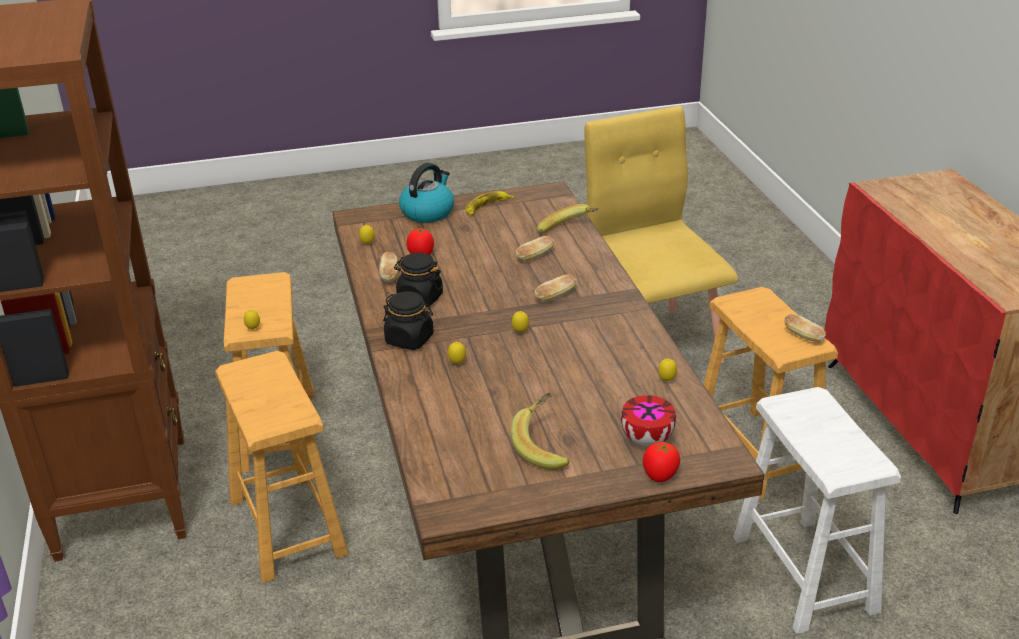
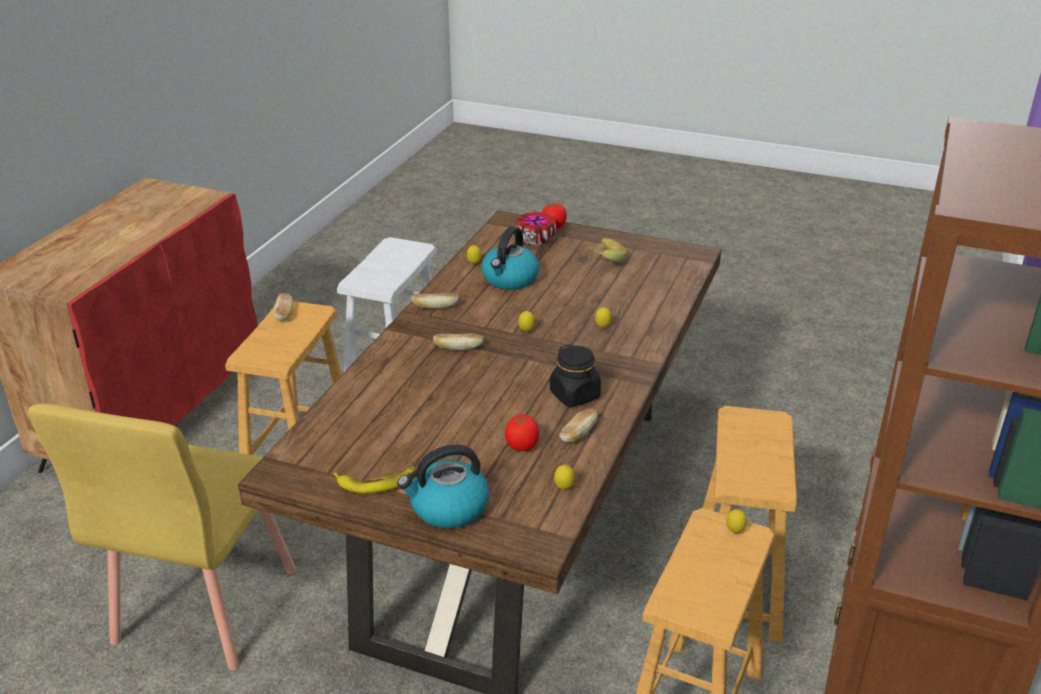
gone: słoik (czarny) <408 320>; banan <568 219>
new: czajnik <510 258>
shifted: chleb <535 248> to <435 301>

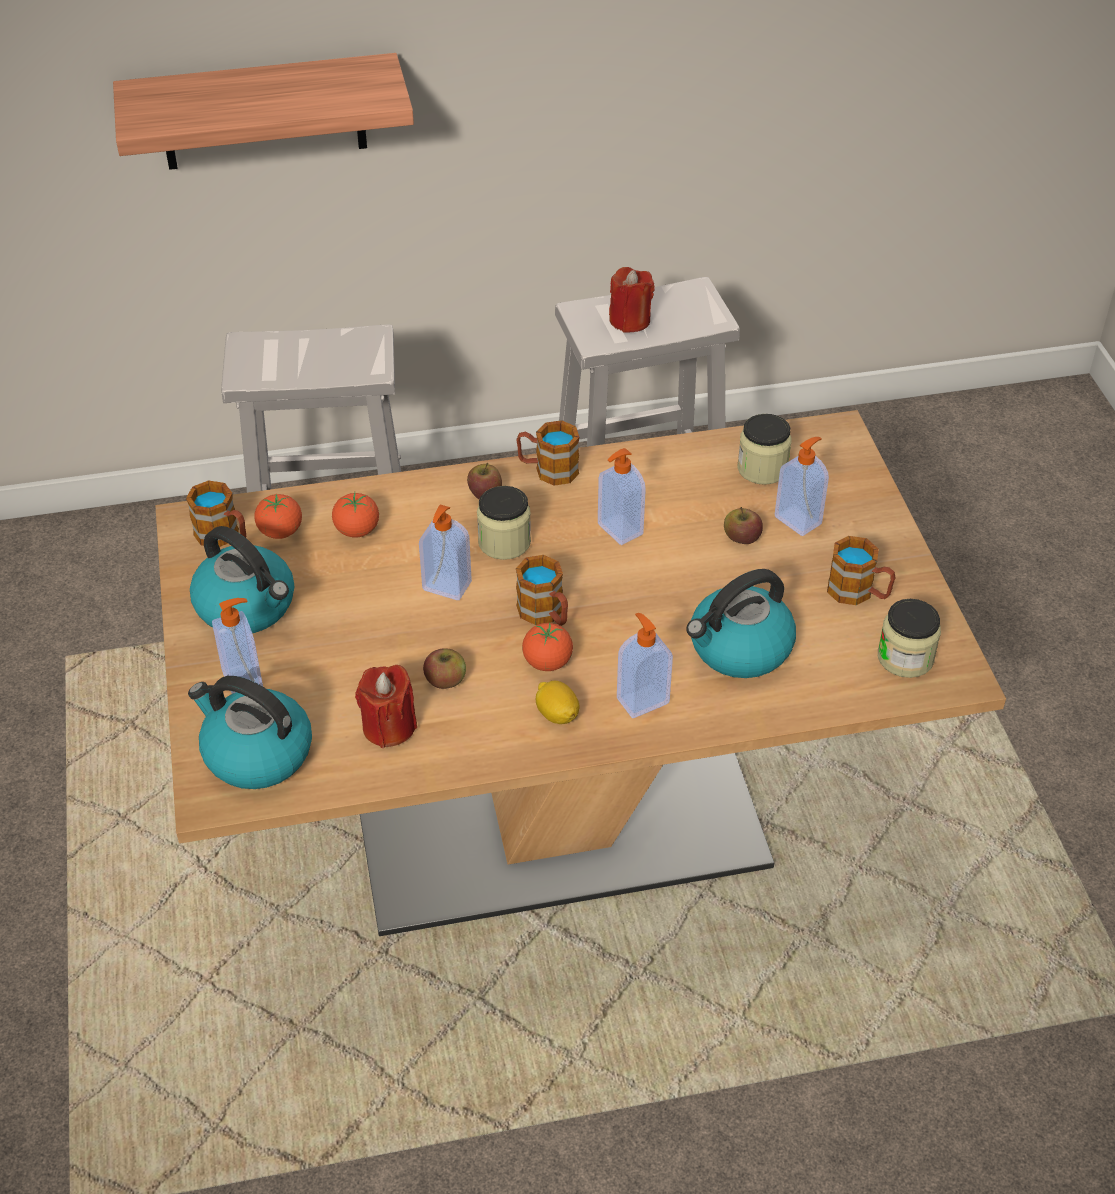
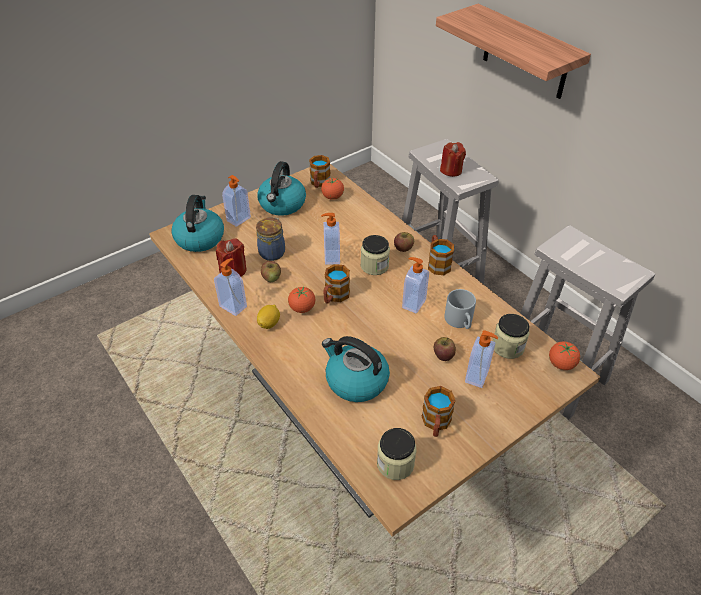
new: słoik <270 239>; kubek (szary) <460 309>
shifted: pomidor <355 515> to <564 356>; świeca (czerwony) <631 300> to <453 159>; dozownik mydła <645 665> to <230 287>

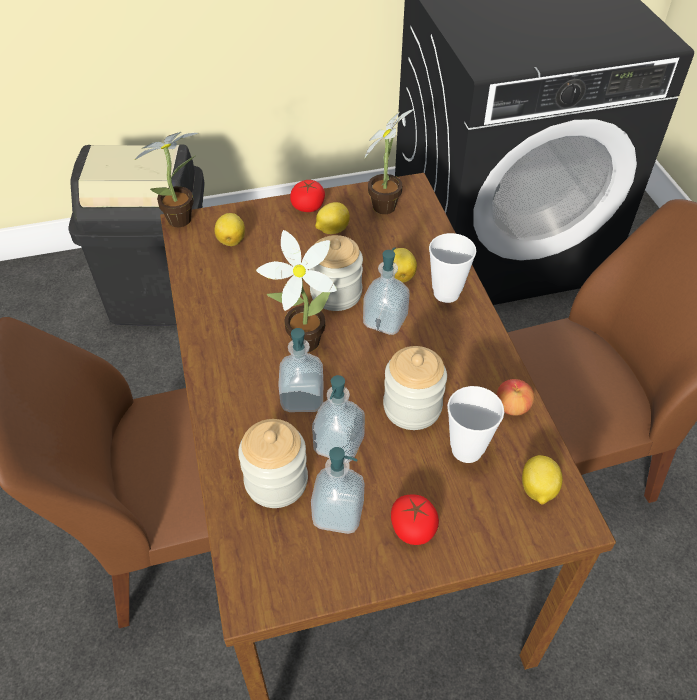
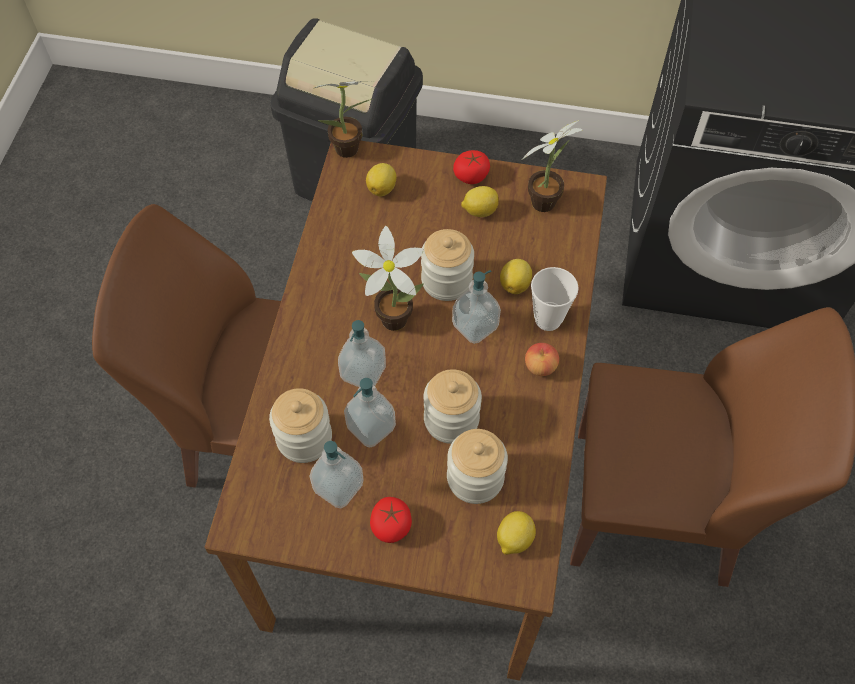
shifted: jabłko <515 397> to <542 359>
swapped: filiżanka <475 424> to słoik <477 466>

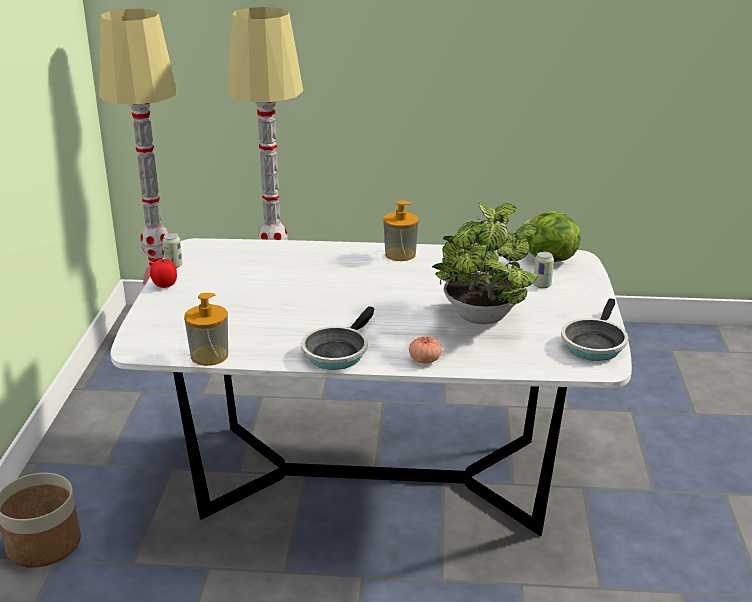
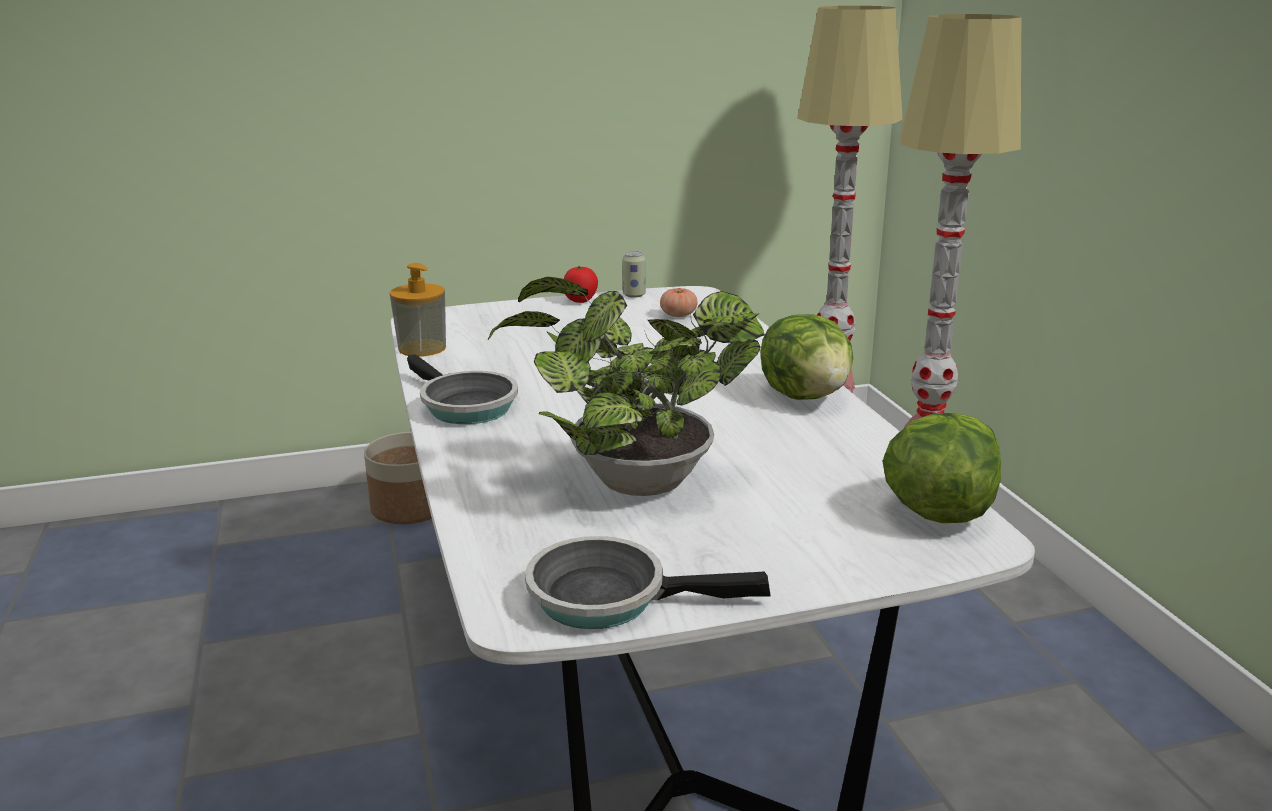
gone: puszka <543 270>
shifted: pomidor <425 350> to <679 302>
swapped: dozownik mydła <401 230> to sałata <806 357>
rotated: patelnia <337 338> = <462 389> 135 degrees counterclockwise

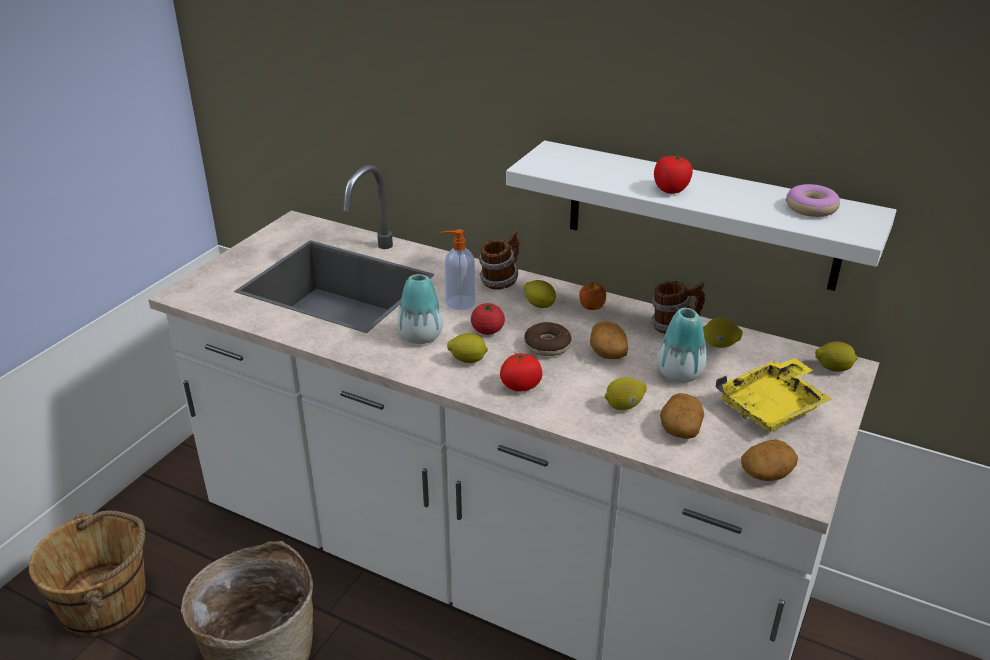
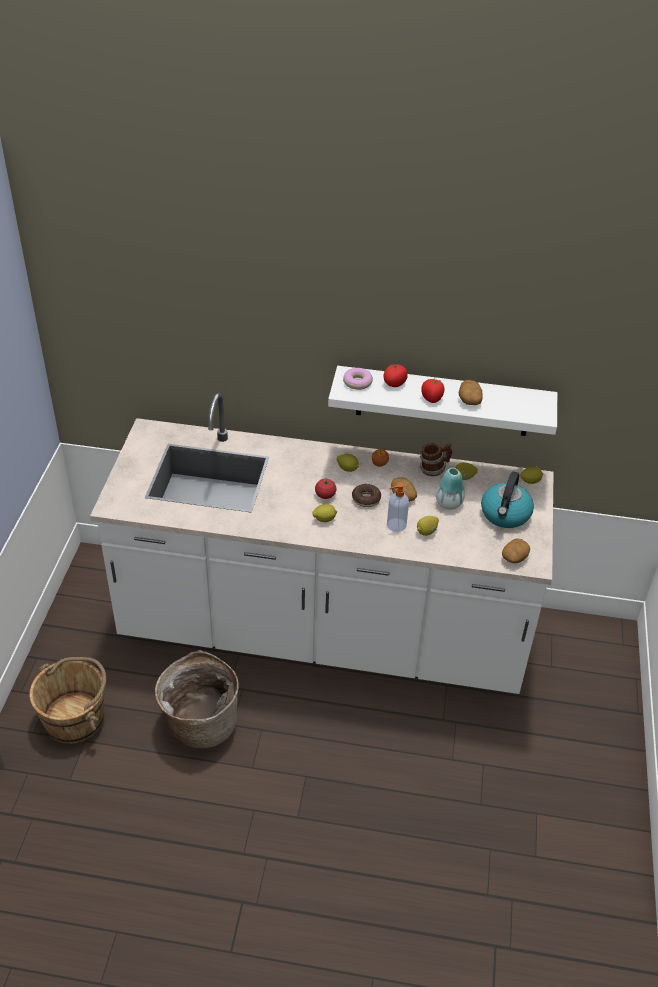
gone: wazon <420 309>; kubek <498 260>
shifted: dozownik mydła <458 269> to <398 507>; pomidor <521 371> to <395 375>; ziemniak <682 416> to <470 392>; donut <813 200> to <358 379>
swapped: taca (żółty) <774 394> to czajnik <507 499>

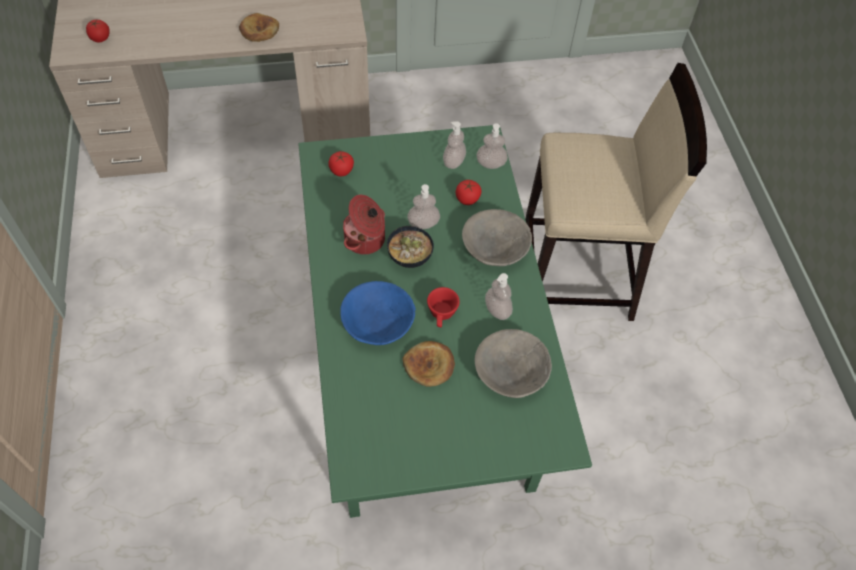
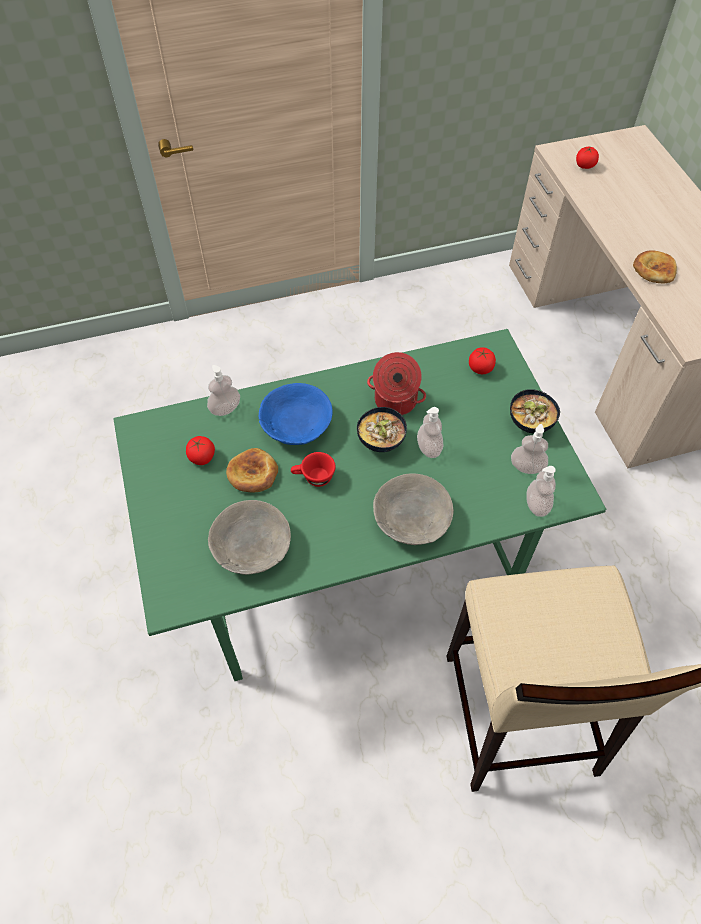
new: miska <535 411>
shifted: pomidor <469 192> to <200 450>; dozownik mydła <499 296> to <223 390>

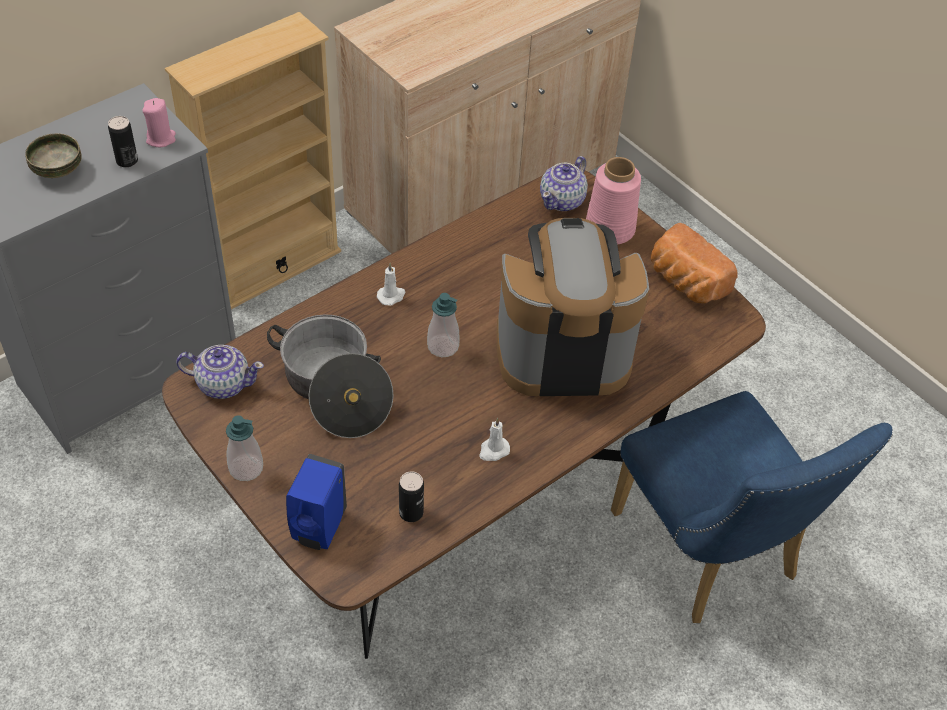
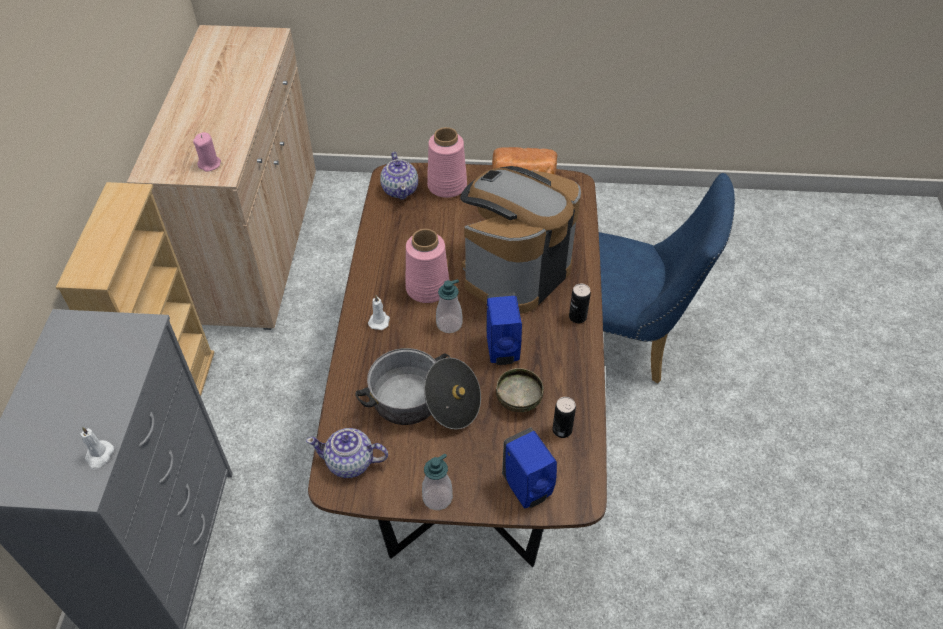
new: wazon (różowy) <427 266>; dozownik mydła (niebieski) <504 329>
shifted: miska <53 155> to <520 390>; puszka <123 141> to <580 303>; świeca (różowy) <159 123> to <207 152>; świeca (biały) <494 439> to <97 448>
rotated: imbryk <220 372> = <347 453> 135 degrees counterclockwise

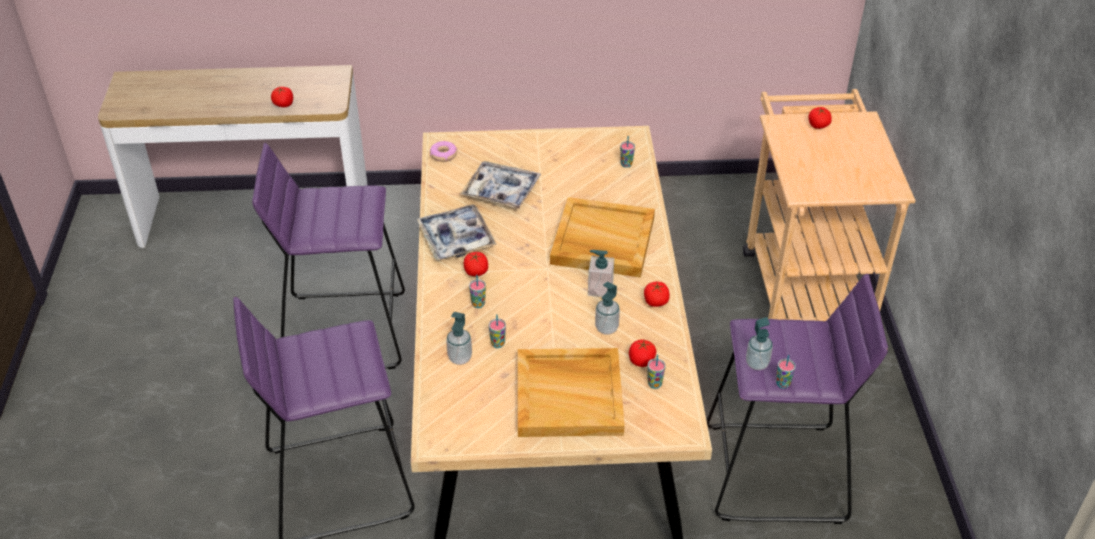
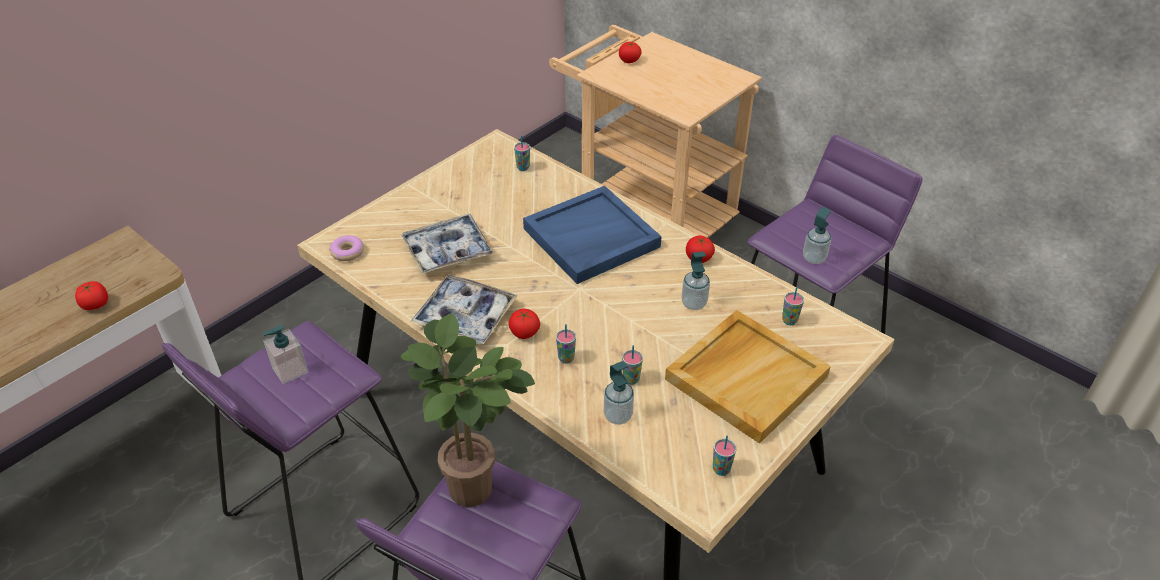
gone: pomidor <642 353>
new: roślina doniczkowa <468 410>
shifted: dozownik mydła <601 273> to <285 354>; filiżanka <786 372> to <724 456>
repainted: taca (beżowy) <602 237> to taca (niebieski) <592 235>

